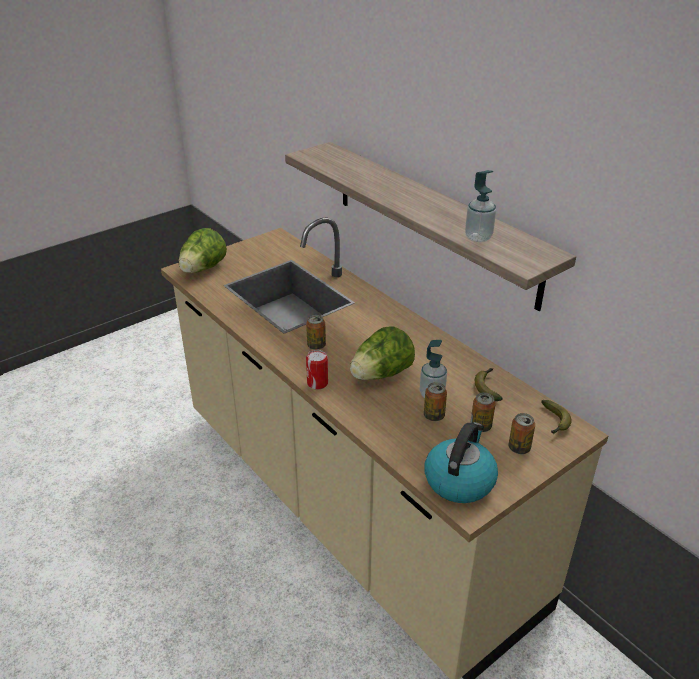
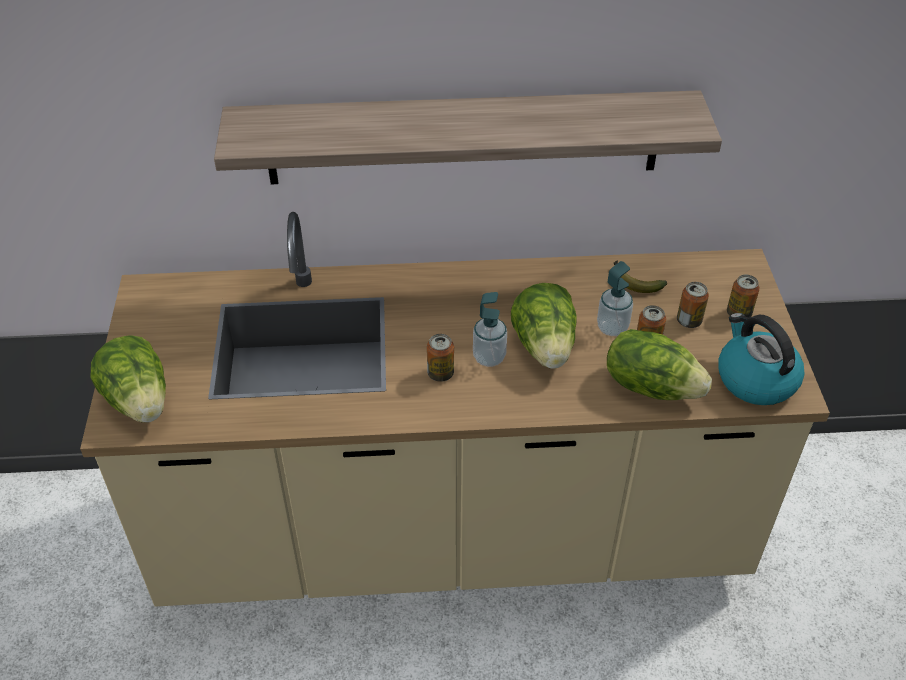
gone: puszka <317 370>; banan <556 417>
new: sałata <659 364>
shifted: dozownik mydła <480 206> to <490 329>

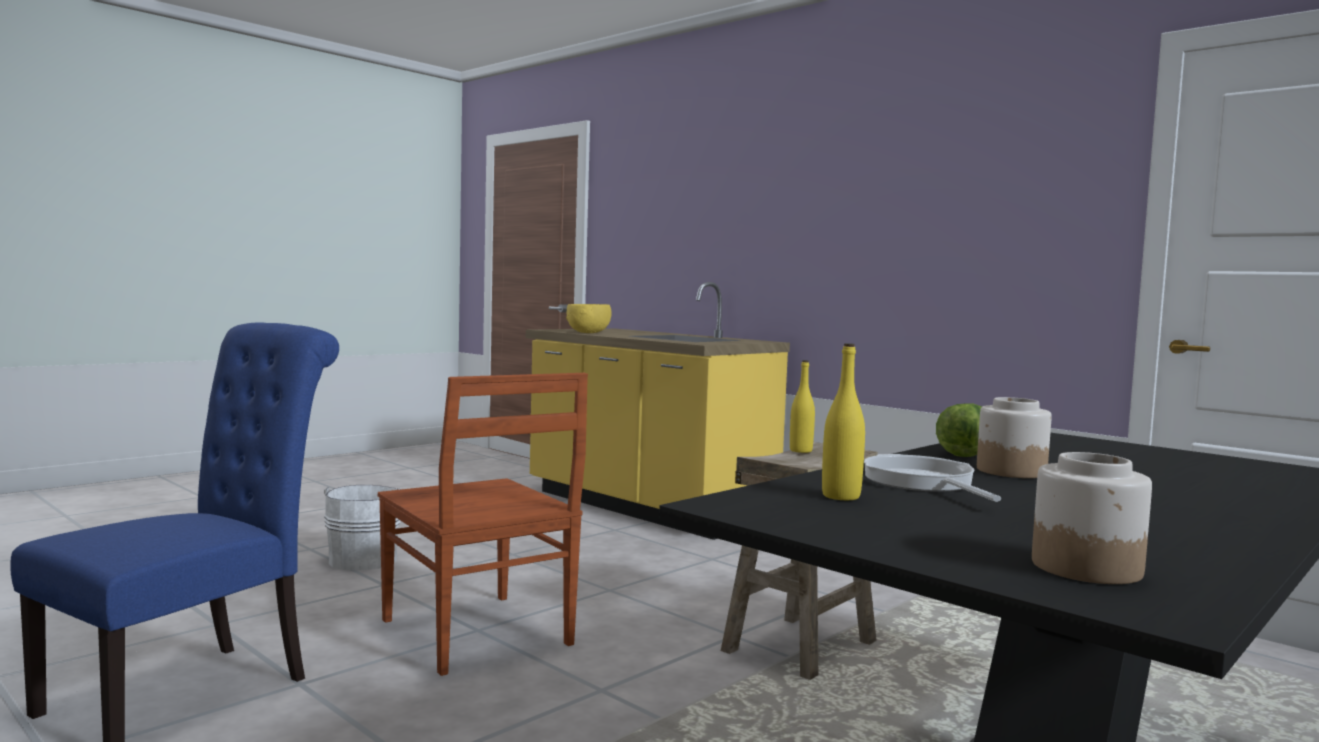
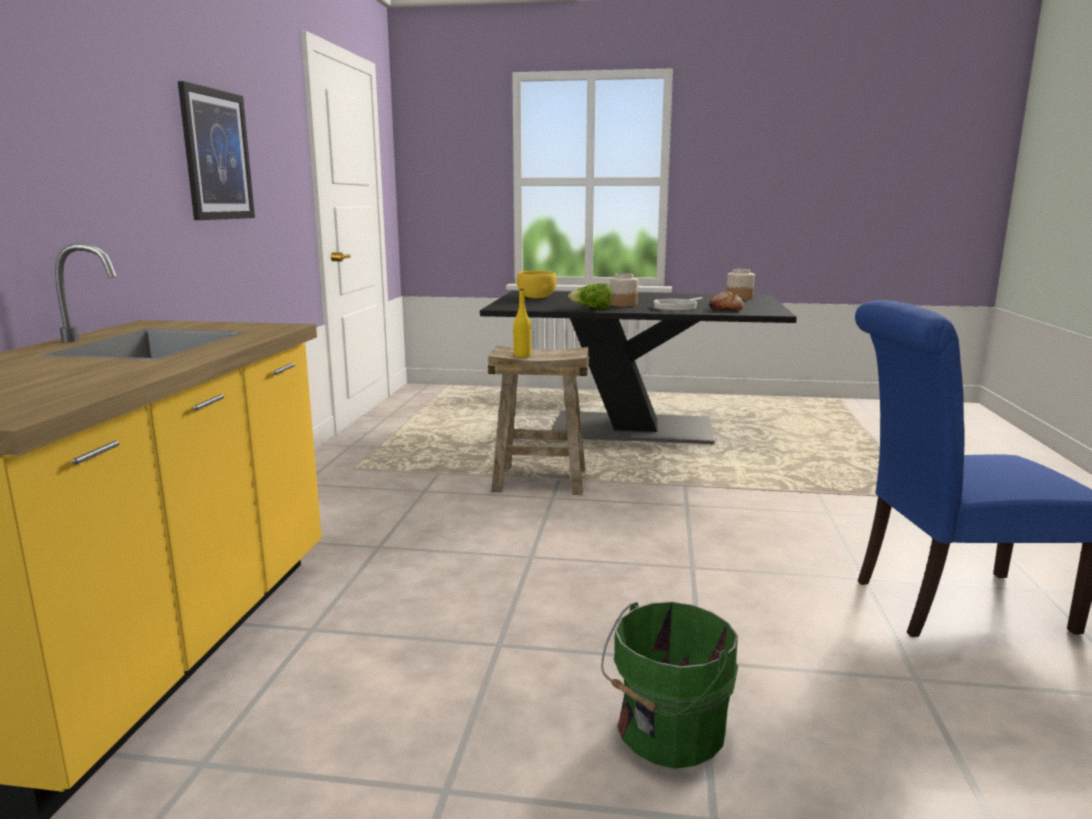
gone: krzesło (brązowy) <483 524>
new: obraz <216 150>
shifted: miska (żółty) <589 318> to <537 285>
swapped: butelka (żółty) <843 421> to chleb <726 301>
repainted: wiadro (biały) <362 527> to wiadro (zielony) <669 685>

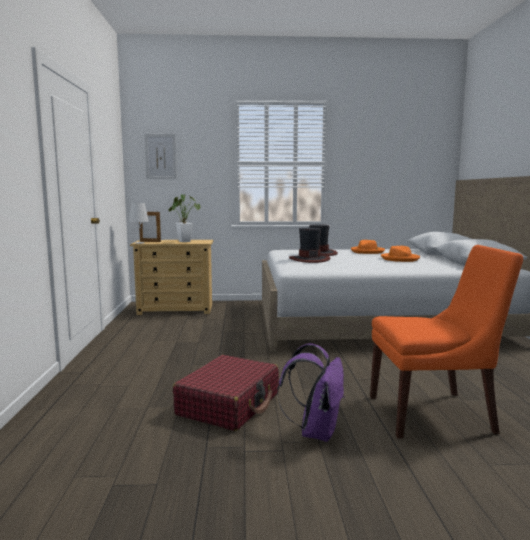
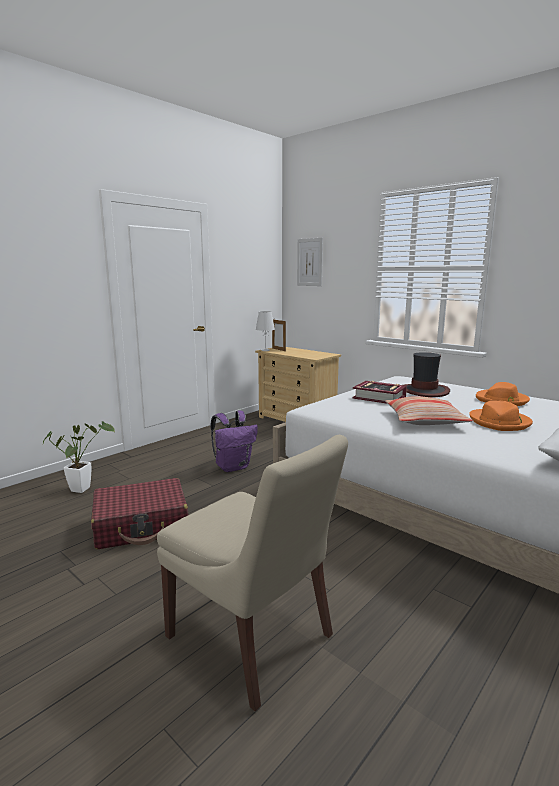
new: poduszka <429 410>
shifted: roślina doniczkowa <185 218> to <79 457>; plecak (fioletowy) <311 392> to <234 441>
swapped: kapelusz <309 245> to książka <379 392>
repainted: krzesło (pomarańczowy) <446 341> to krzesło (beżowy) <252 573>

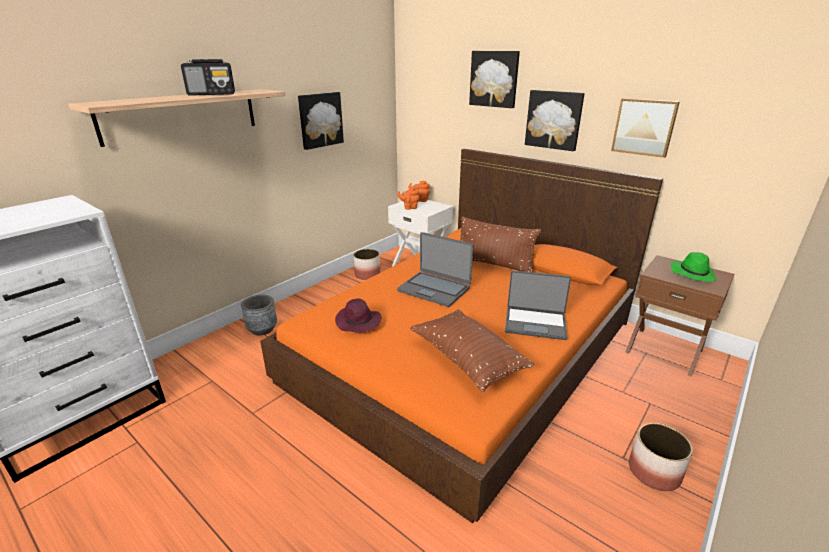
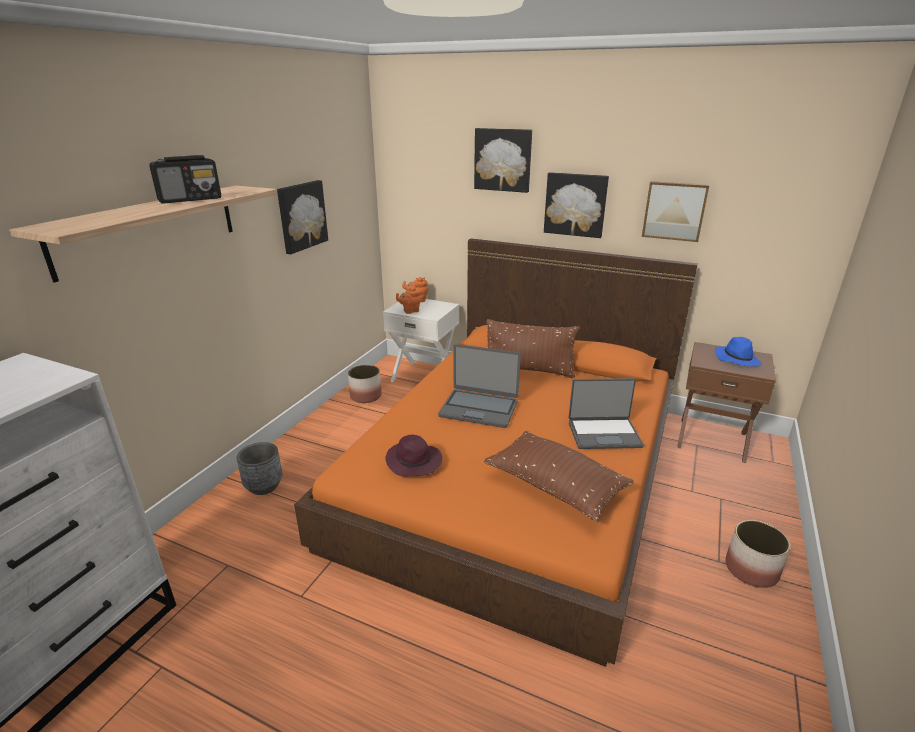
repainted: kapelusz (zielony) <694 267> to kapelusz (niebieski) <738 351>

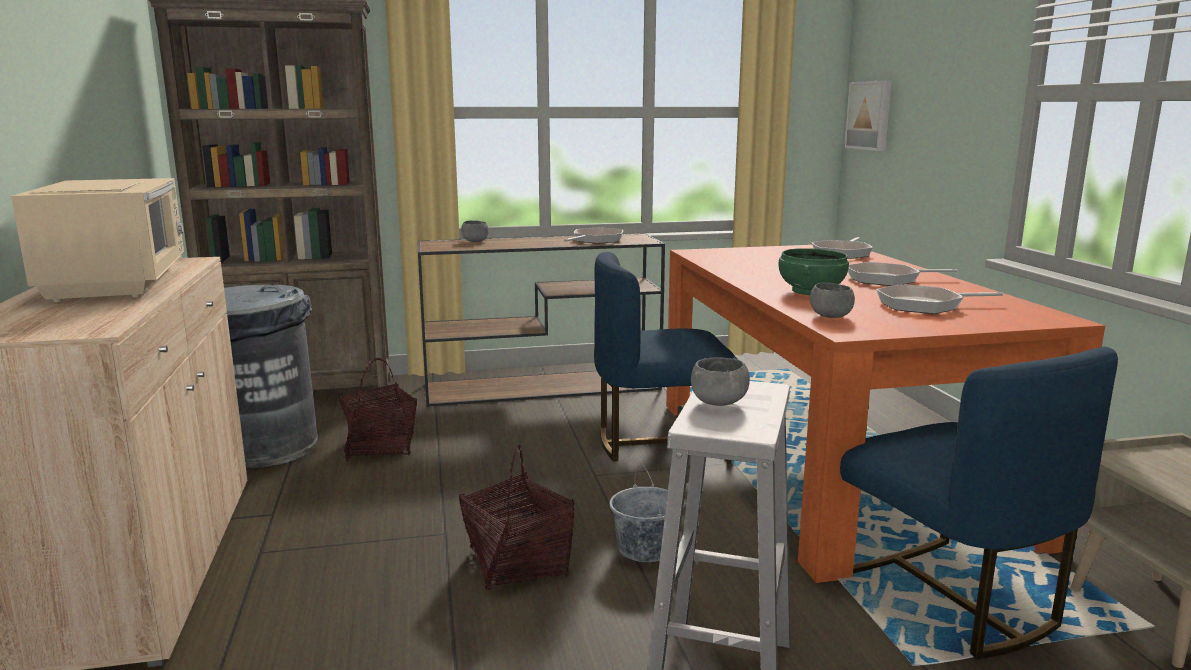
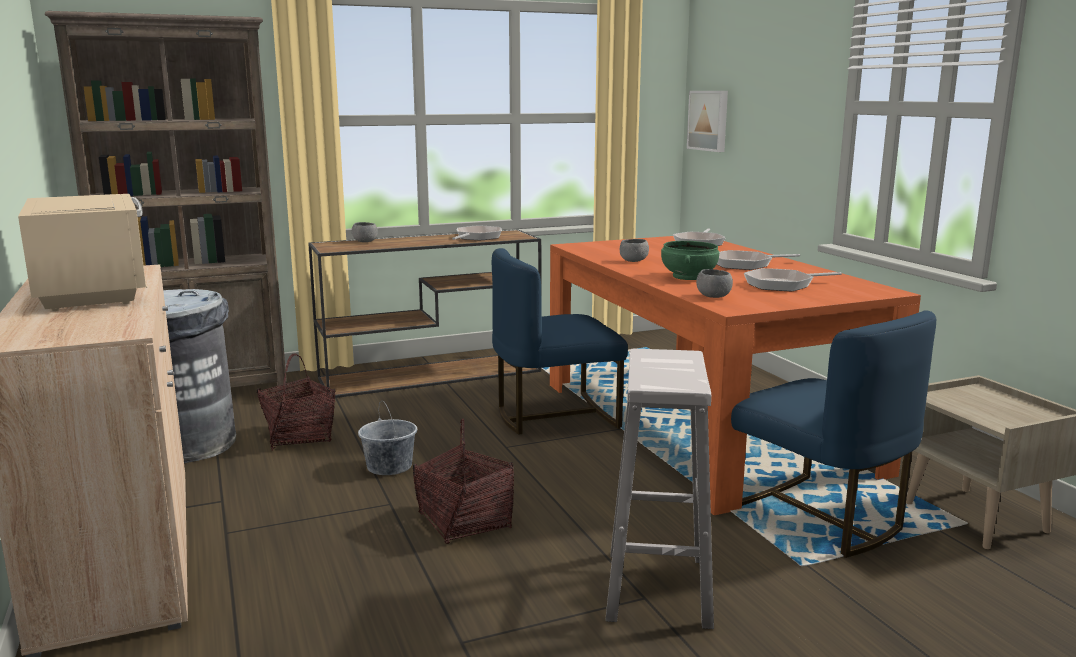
shifted: wiadro (szary) <647 513> to <387 438>; miska (szary) <720 382> to <634 250>

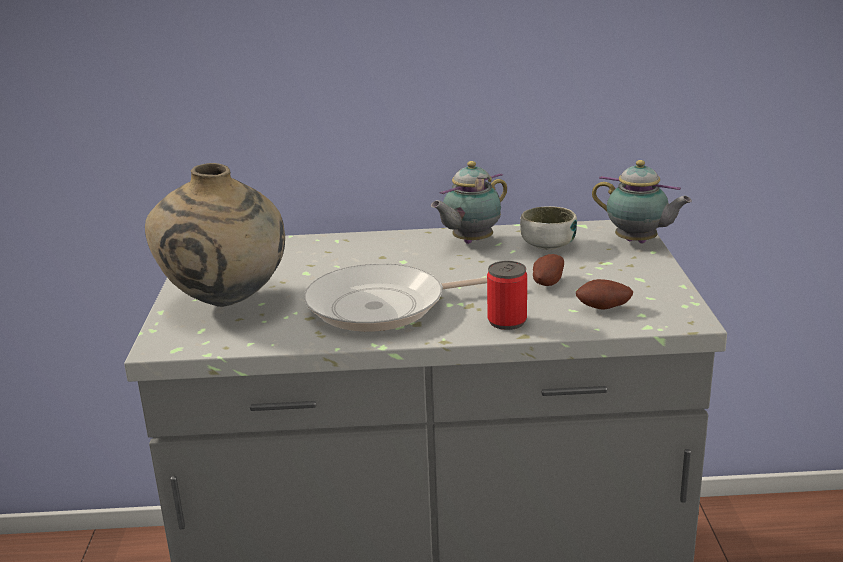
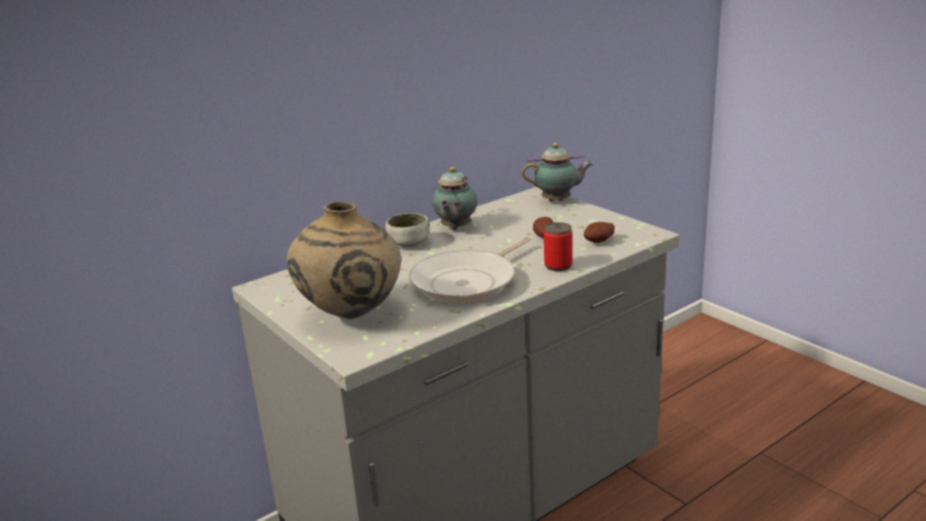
shifted: miska <548 228> to <408 230>

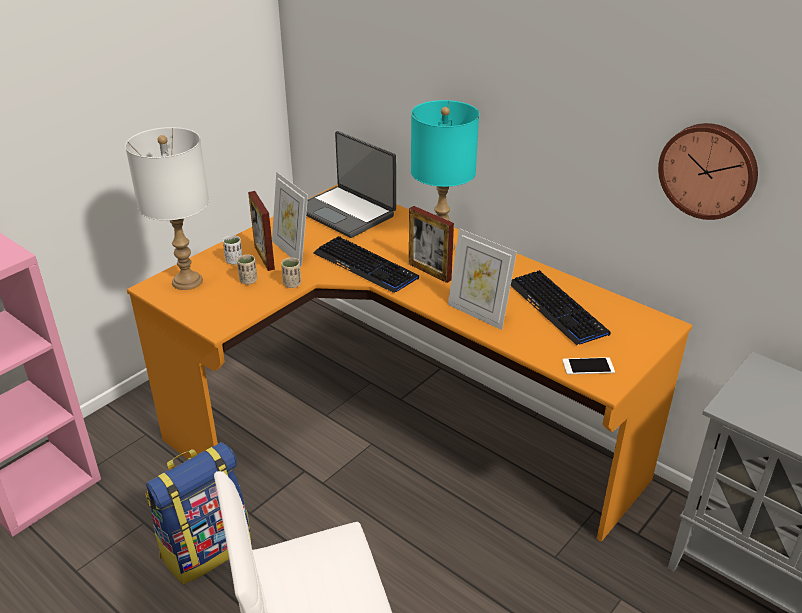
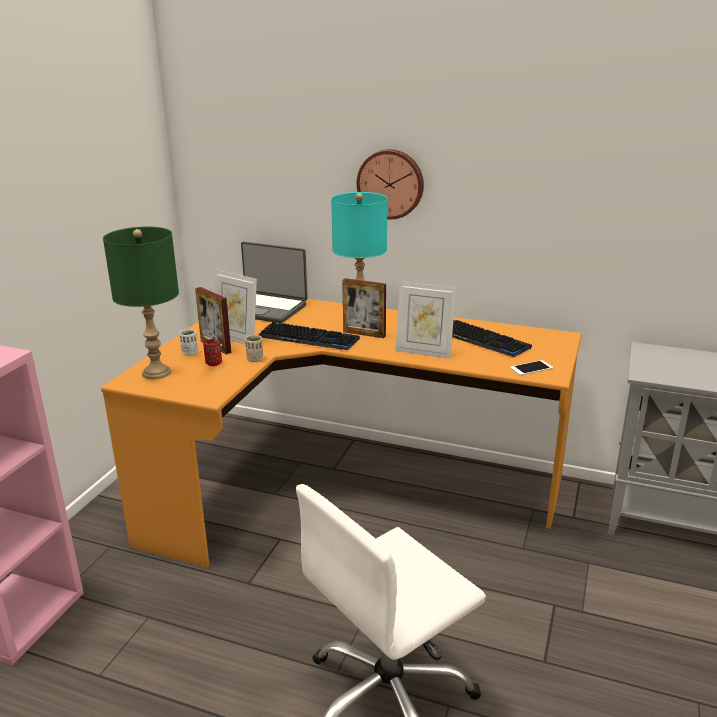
gone: plecak <199 513>
shifted: zegar ścienny <708 171> to <390 184>
repainted: lampa stołowa (biały) <167 208> to lampa stołowa (zielony) <141 303>; filiżanka (beżowy) <247 270> to filiżanka (czerwony) <212 352>

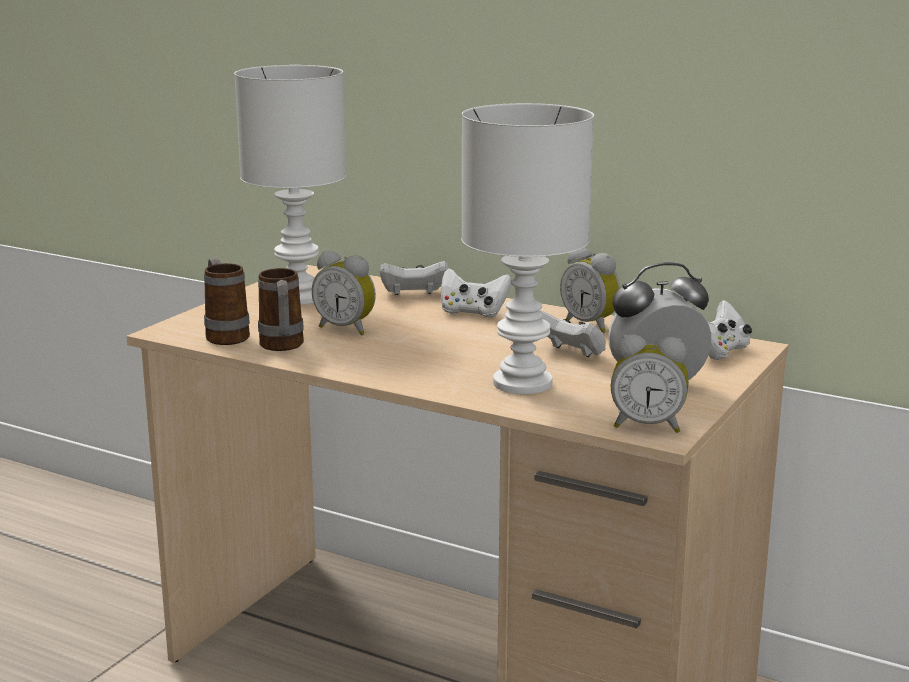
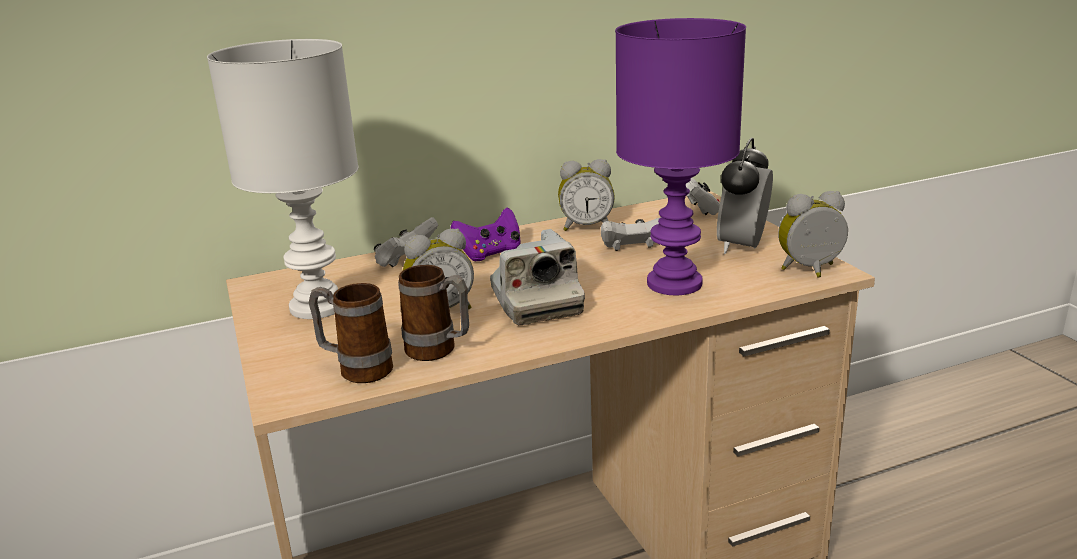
new: aparat fotograficzny <537 277>
repainted: pad do gier (biały) <476 293> to pad do gier (fioletowy) <486 234>; lampa stołowa (biały) <527 248> to lampa stołowa (fioletowy) <680 156>
rotated: budzik <650 383> = <813 234> 150 degrees counterclockwise

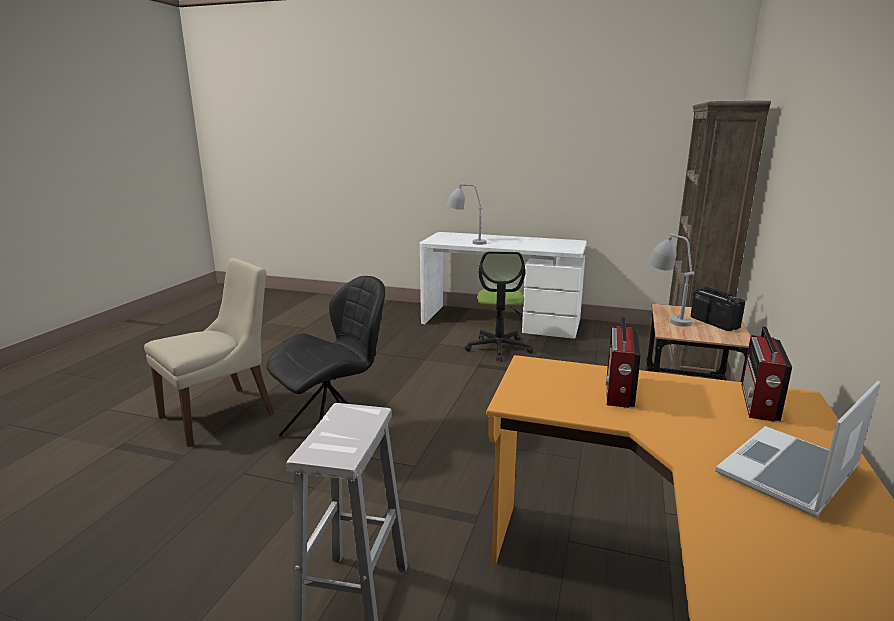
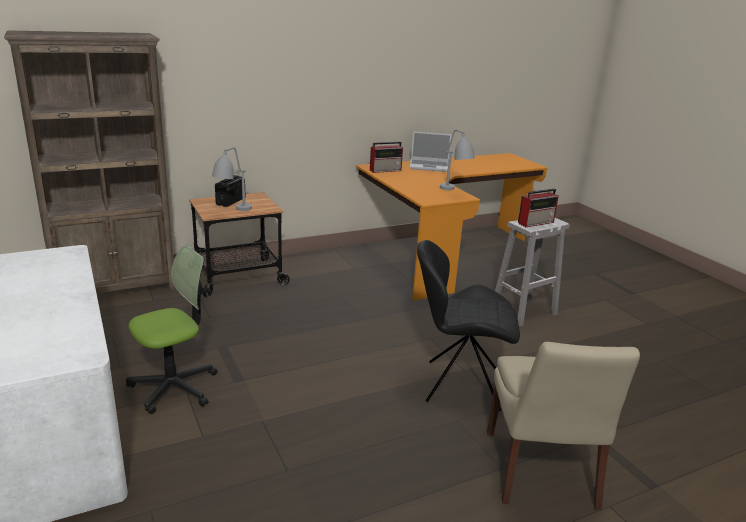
shifted: lampa stołowa (szary) <466 214> to <457 159>; radio <623 362> to <538 208>
rotated: krzesło (beżowy) <209 352> = <563 426> 90 degrees counterclockwise

